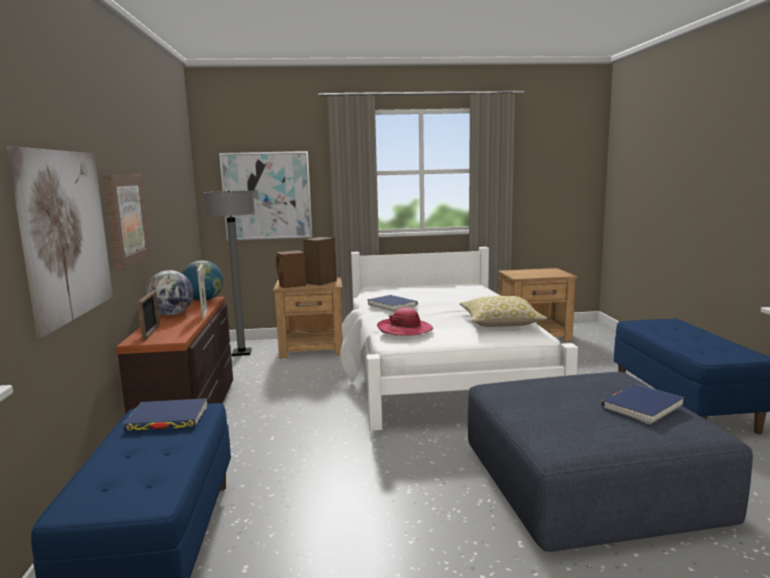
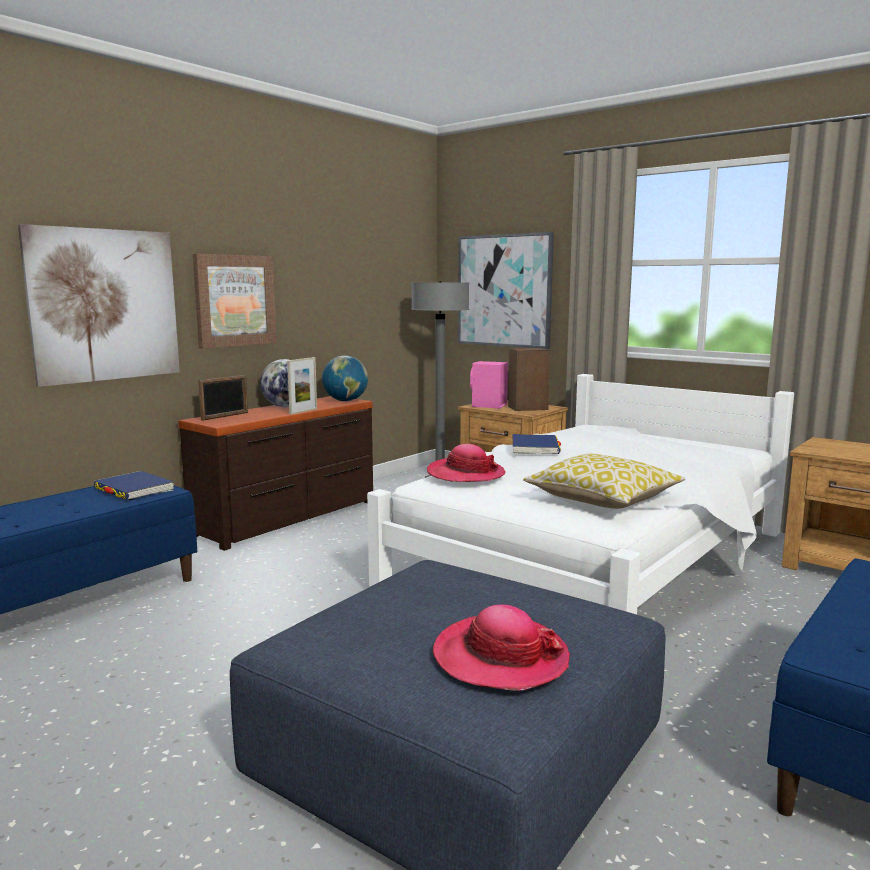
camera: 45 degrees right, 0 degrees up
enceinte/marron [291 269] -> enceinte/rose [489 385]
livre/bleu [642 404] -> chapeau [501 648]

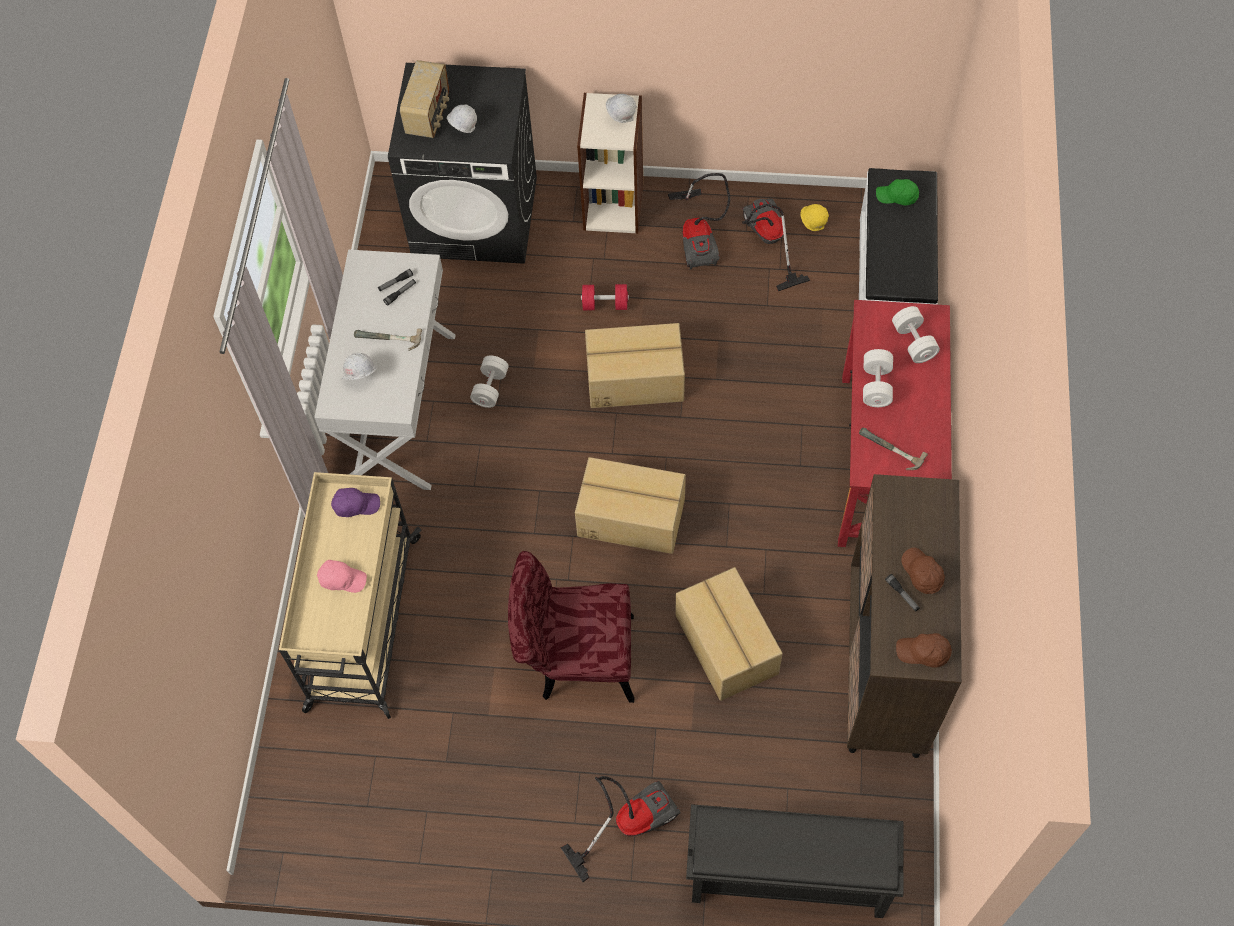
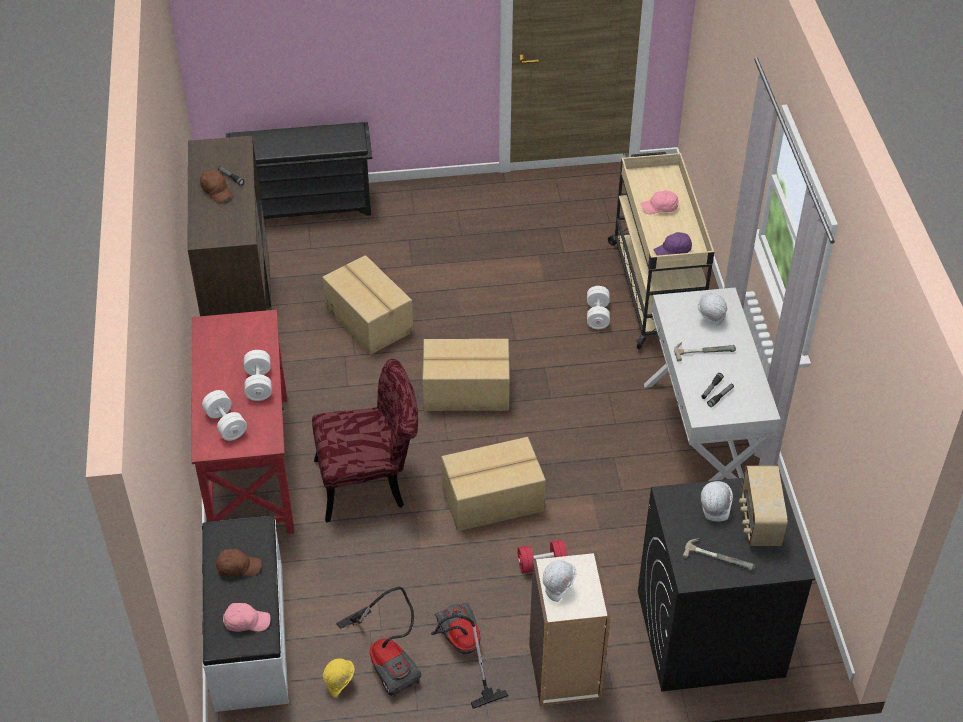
camera: 165 degrees right, 15 degrees down
haltère/blanc [489 381] -> haltère/blanc [598 307], moved
chaise/rouge [571 627] -> chaise/rouge [365 440], moved
aspirateur [621 829] -> none
marteau [893 449] -> marteau [718 554], moved
casquette/vert [897 192] -> casquette/rose [246 617]
casquette/marron [924 650] -> casquette/marron [238 563], moved

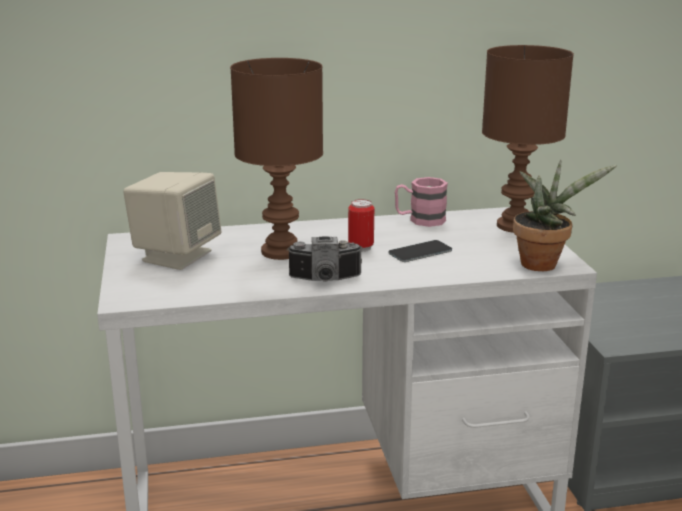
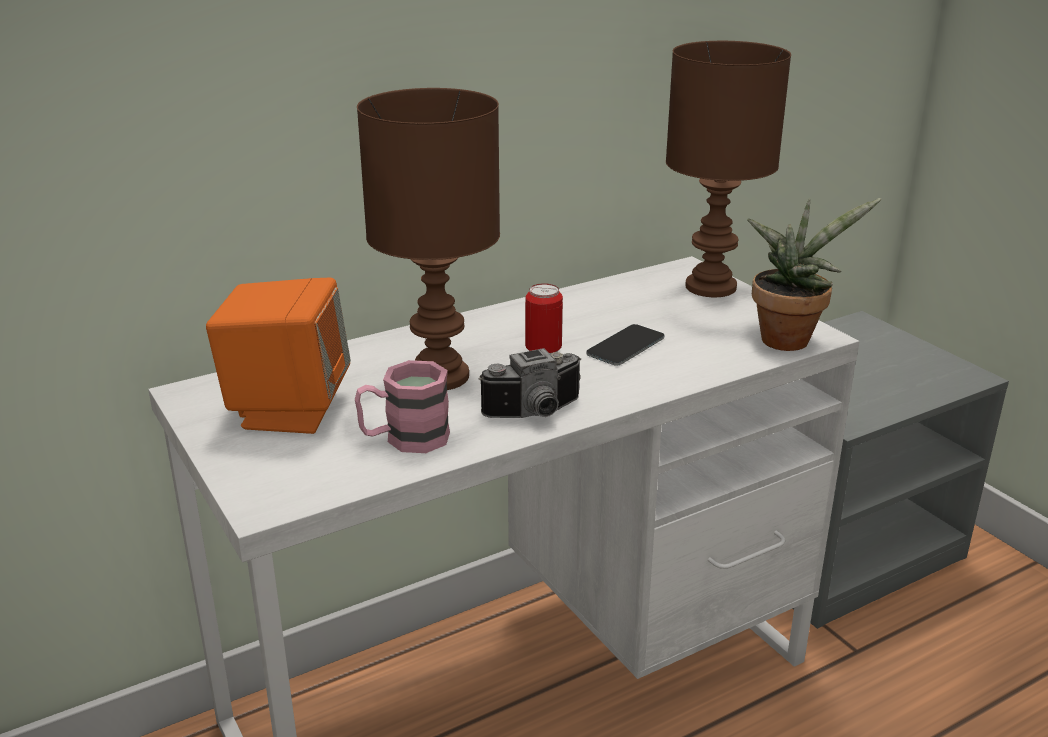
camera: 20 degrees left, 5 degrees up
enceinte/beige [172 221] -> enceinte/orange [278 356]
mug/rose [421 202] -> mug/rose [402 406], moved

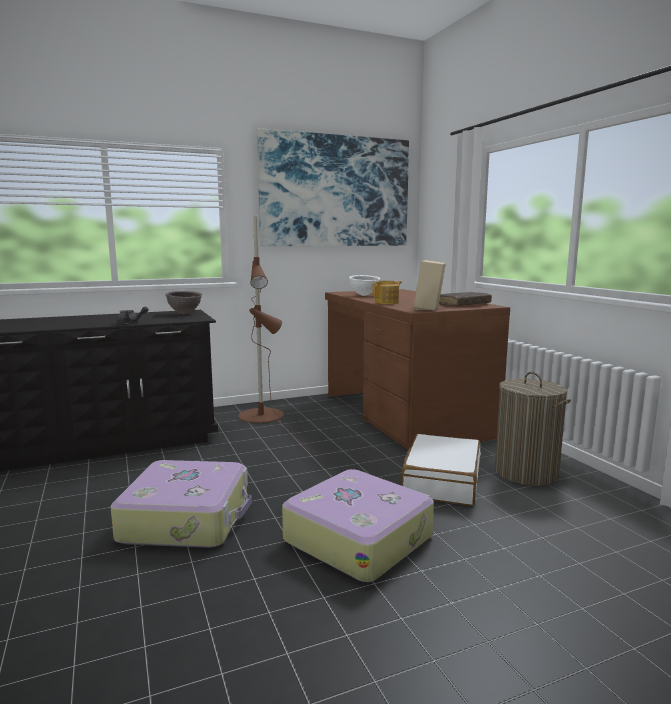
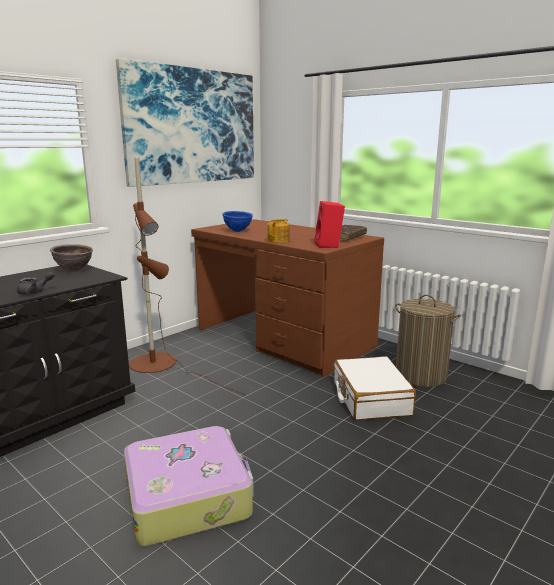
camera: 25 degrees left, 5 degrees up
valise [358 525] -> none
bol/blanc [364 285] -> bol/bleu [237 221]
enceinte/beige [430 285] -> enceinte/rouge [329 224]

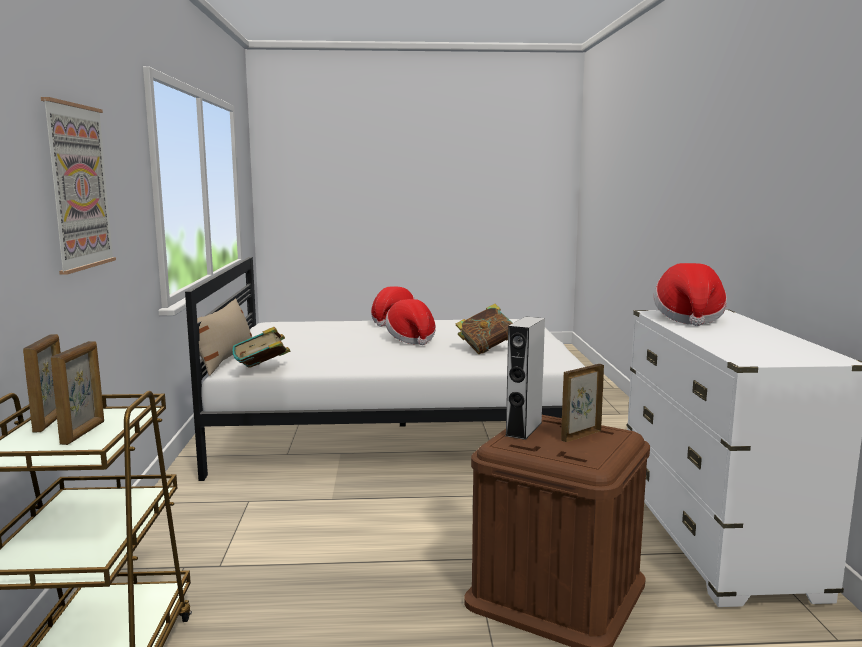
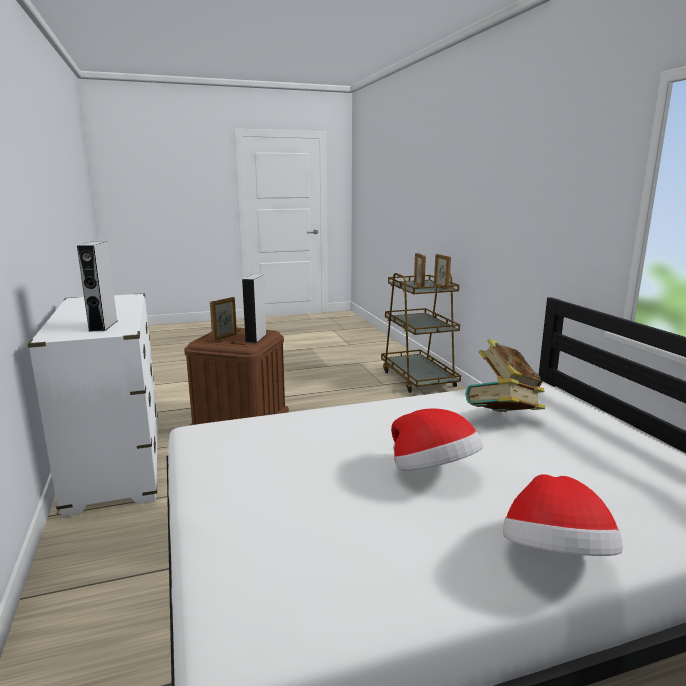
camera: 165 degrees right, 5 degrees up
tableau [78 186] -> none
coussin/beige [224 337] -> none
livre [484 329] -> livre [505 395], moved
chapeau [690 294] -> enceinte/gris [97 286]

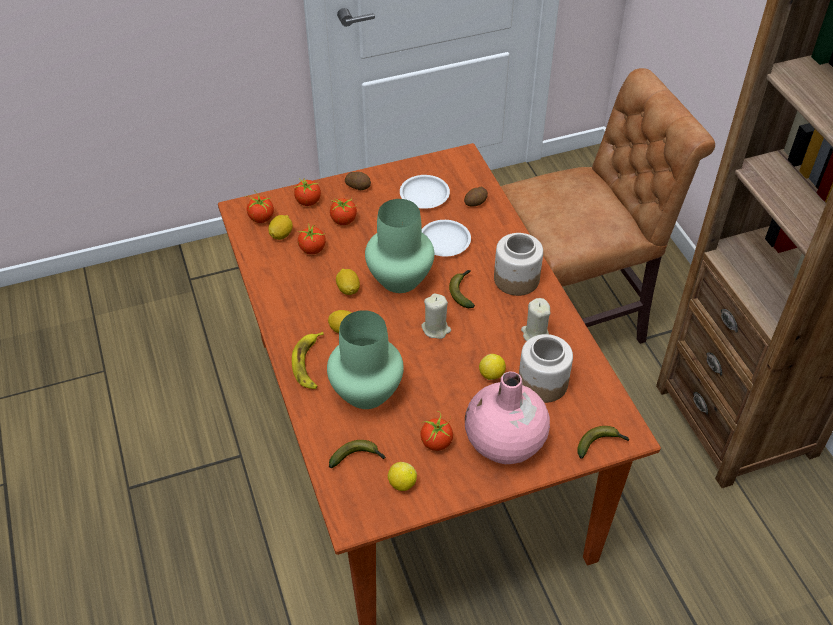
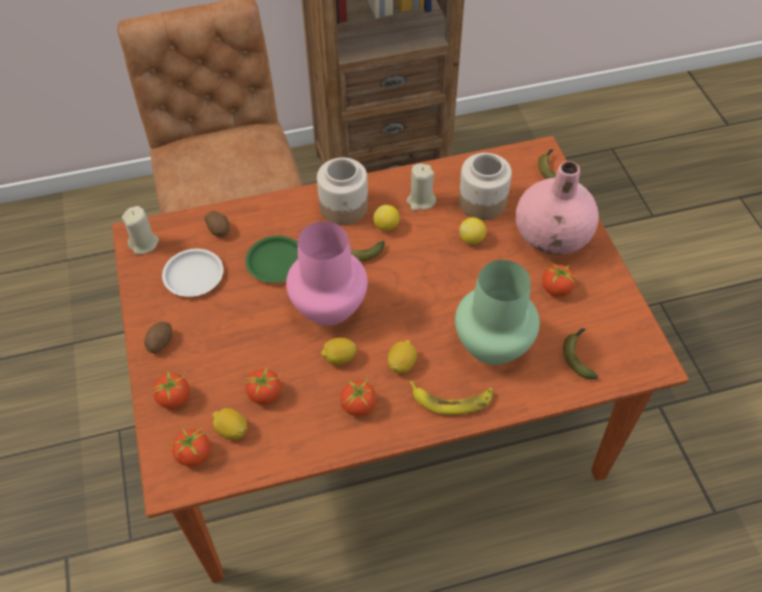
camera: 85 degrees left, 5 degrees up
tomate [343 211] -> tomate [358 395], moved
vase/vert [399 246] -> vase/rose [327 273]
citron [402 476] -> citron [386 218], moved
assiette/blanc [446 238] -> assiette/vert [275 259]
bougie/beige [436 316] -> bougie/beige [140 230], moved

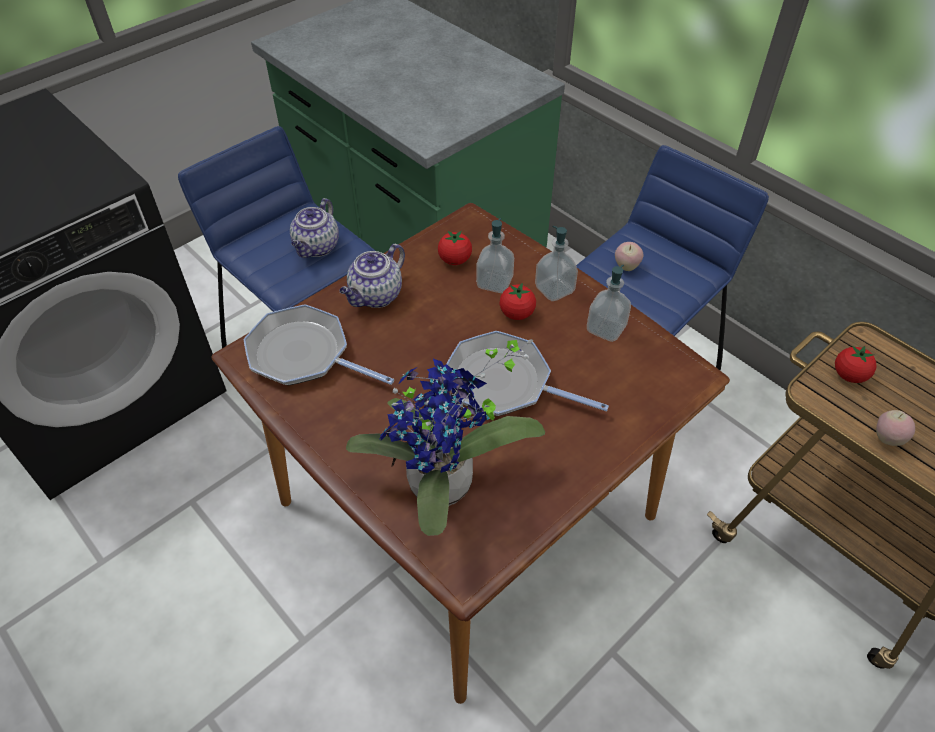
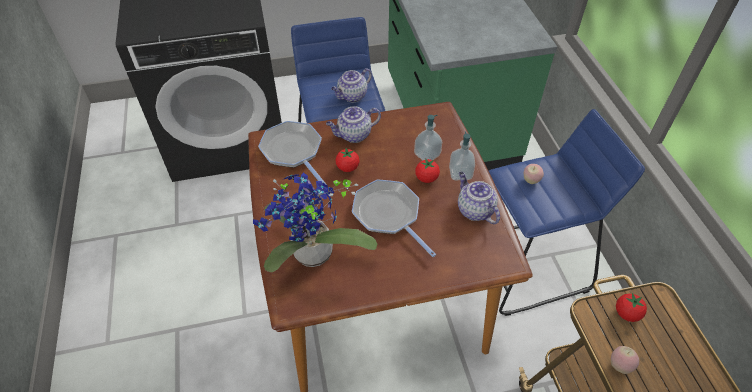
camera: 30 degrees right, 0 degrees up
tomate [455 248] -> tomate [347 160], moved
distributeur de savon [609 303] -> théière [479 198]

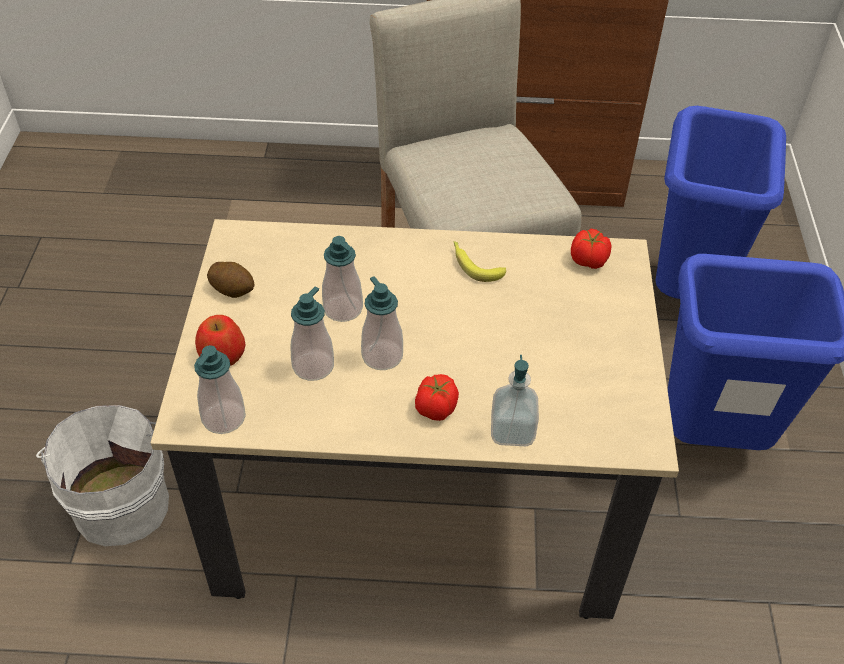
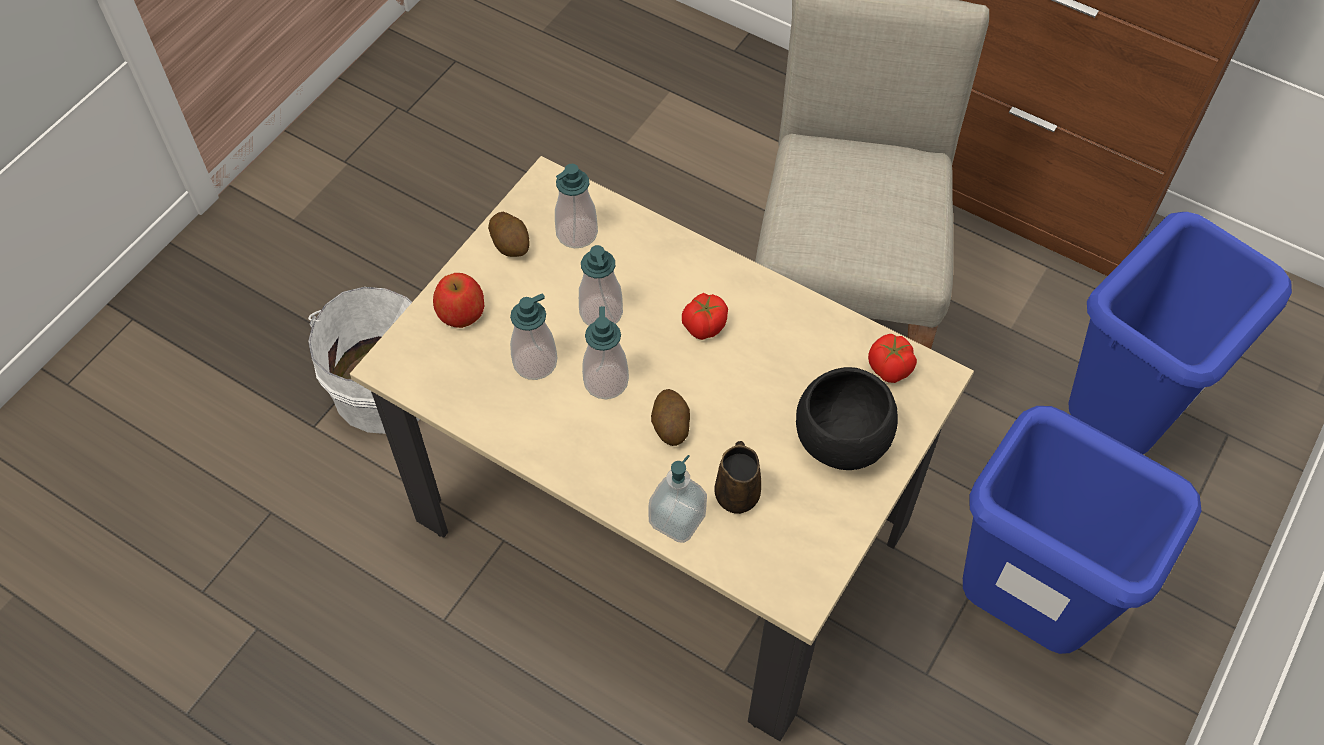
camera: 30 degrees right, 10 degrees up
distributeur de savon [220 389] -> distributeur de savon [576 206], moved
tomate [437 397] -> tomate [705 316], moved
banane [479 261] -> none
none -> pomme de terre [670 417]
none -> mug/marron [737 477]
none -> bol/noir [847 418]

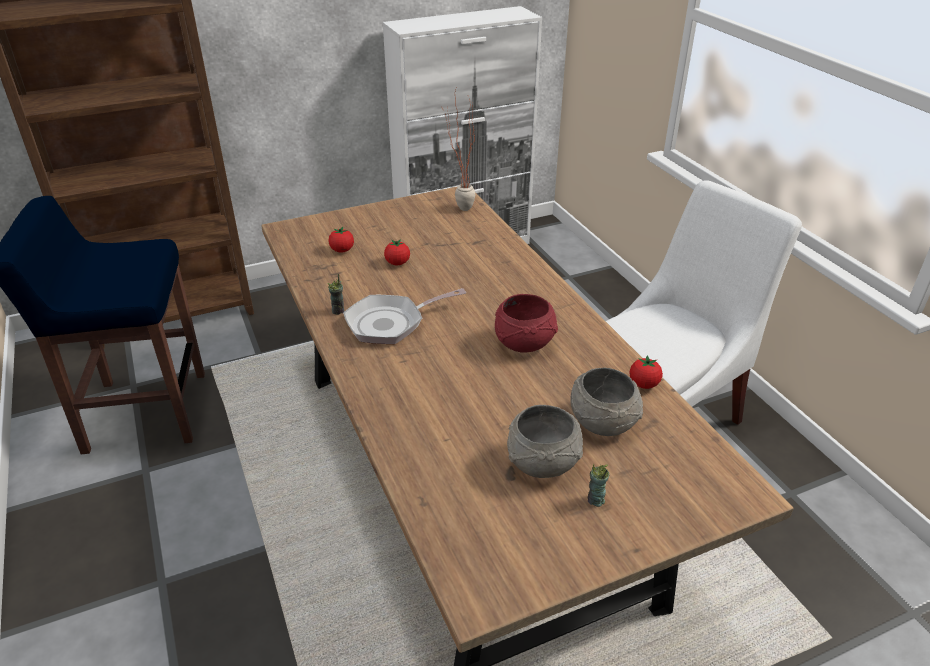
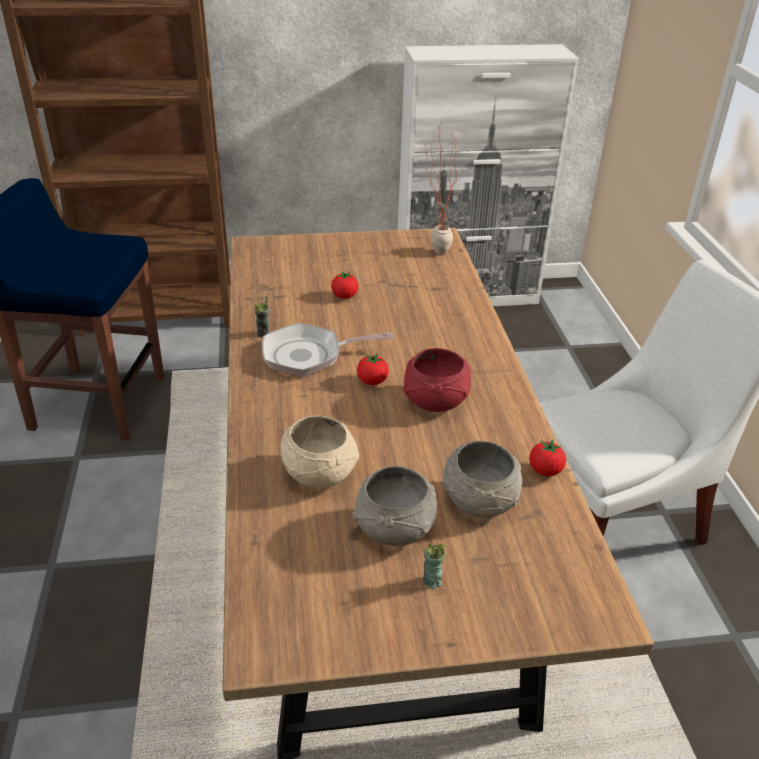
camera: 15 degrees right, 0 degrees up
tomate [341 240] -> tomate [373 369], moved
none -> bol/beige [320 452]

